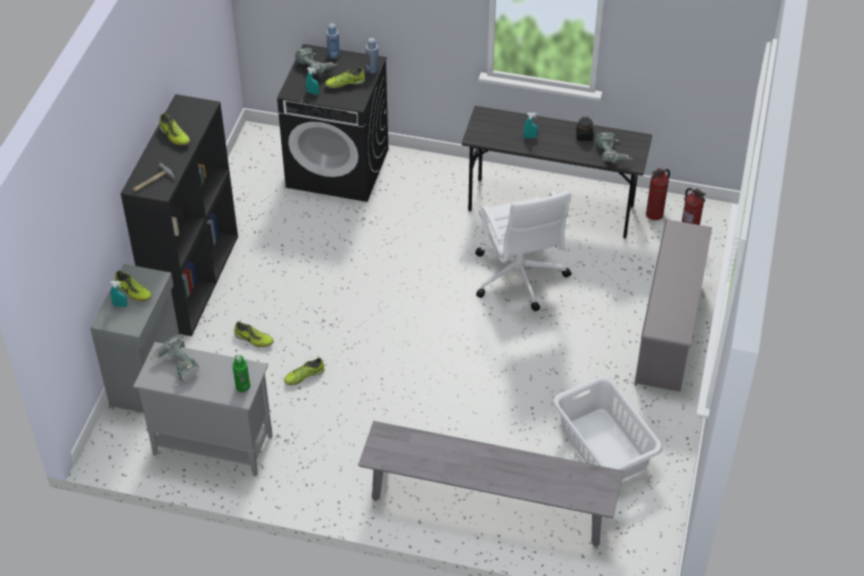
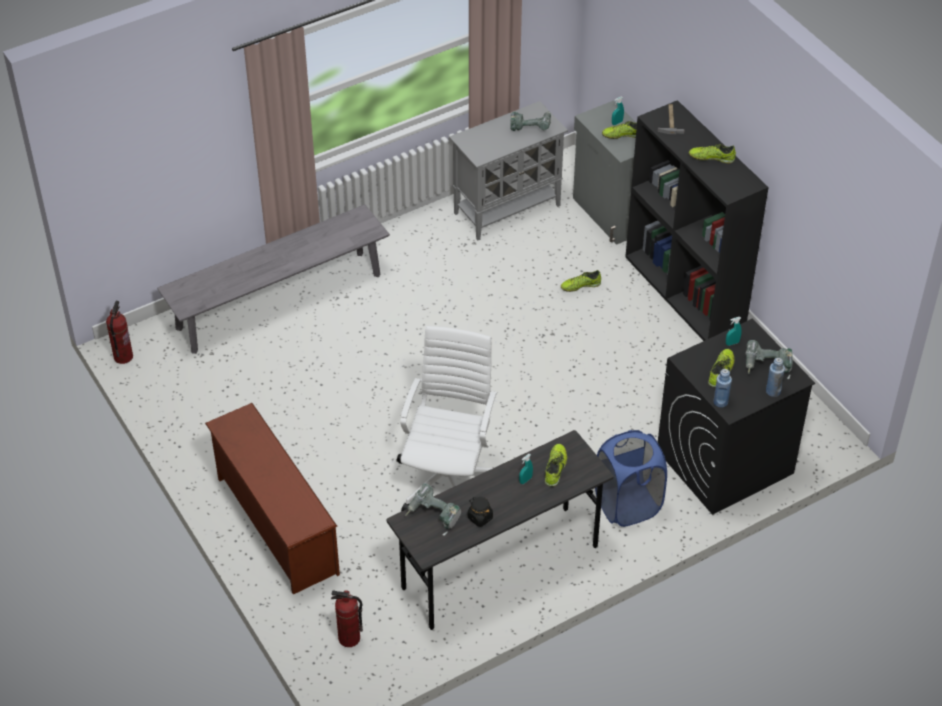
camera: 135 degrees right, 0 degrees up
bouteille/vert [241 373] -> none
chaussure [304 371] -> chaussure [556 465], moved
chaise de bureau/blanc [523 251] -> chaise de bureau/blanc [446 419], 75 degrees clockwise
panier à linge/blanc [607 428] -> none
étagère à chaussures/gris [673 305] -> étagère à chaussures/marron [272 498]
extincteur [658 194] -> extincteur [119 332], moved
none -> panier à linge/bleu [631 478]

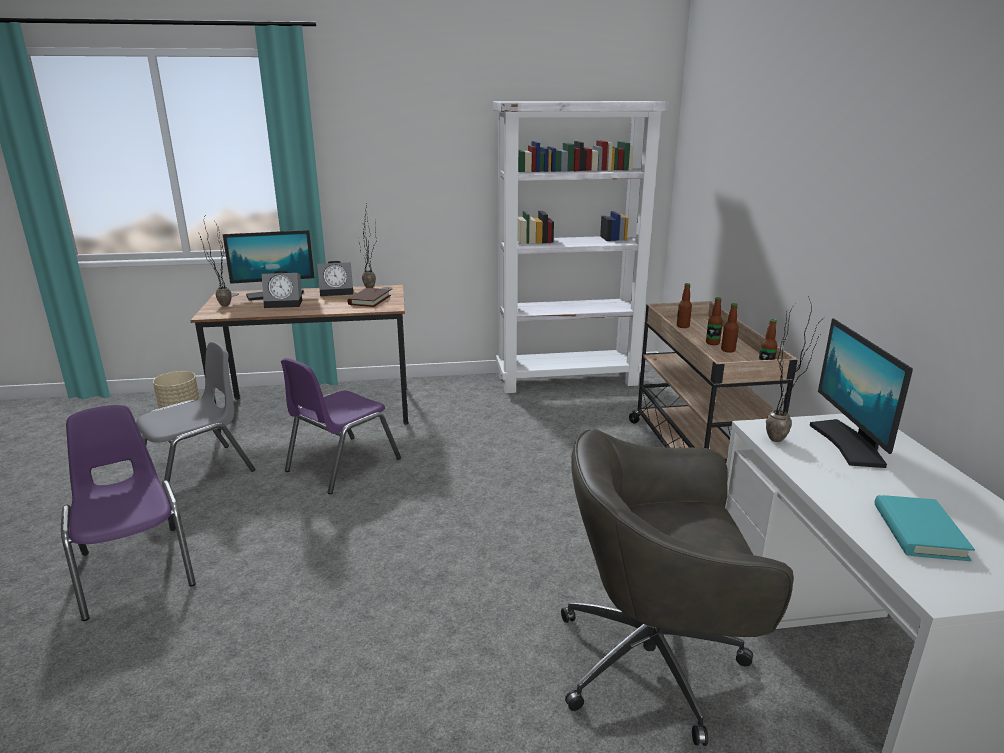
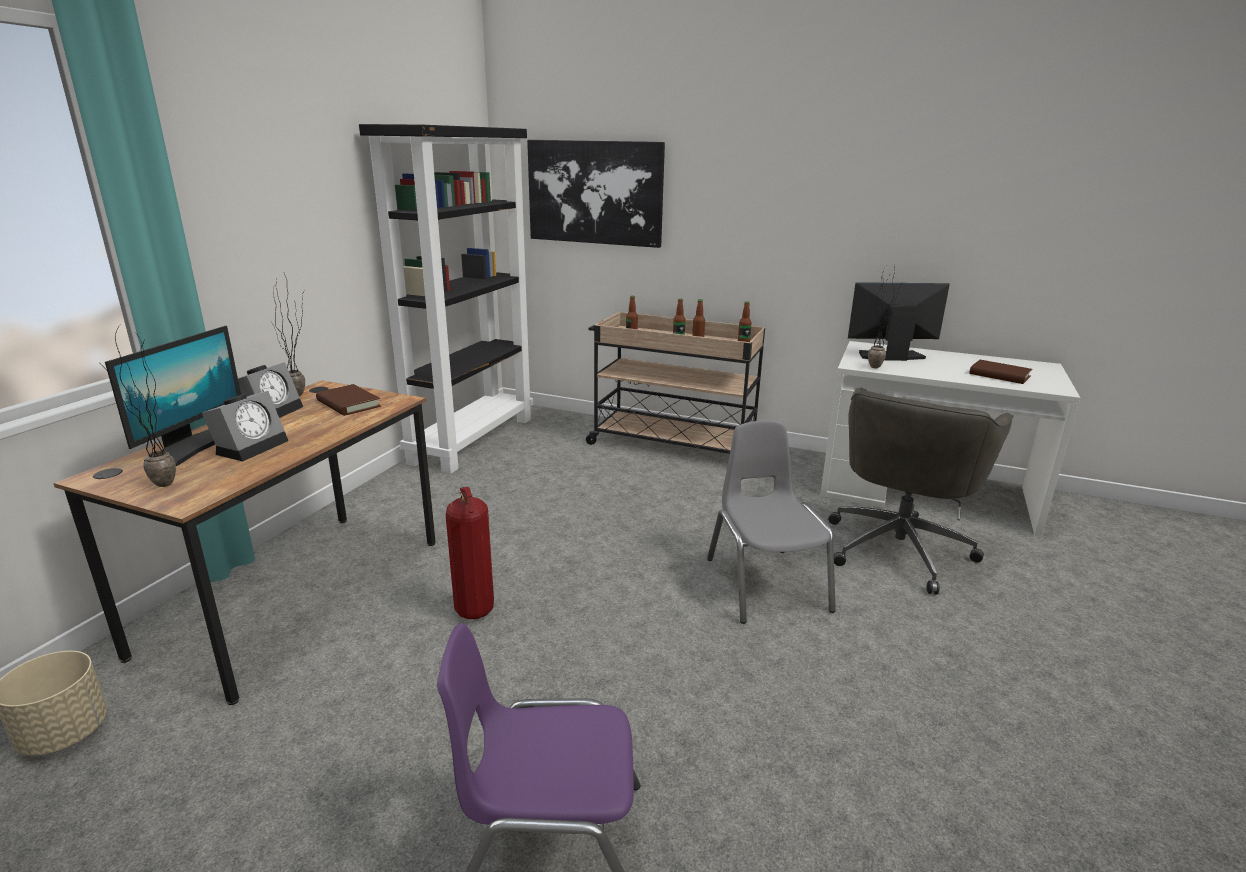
camera: 60 degrees left, 0 degrees up
chaise/gris [195 412] -> chaise/gris [771 522], moved
chaise/violet [341 426] -> extincteur [470 553]
bibliothèque/blanc [581 247] -> bibliothèque/noir [446 299]
écran d'ordinateur [861 393] -> écran d'ordinateur [899 321], 150 degrees clockwise
livre/turquoise [925 528] -> livre/marron [1000 372]
none -> tableau [596 194]

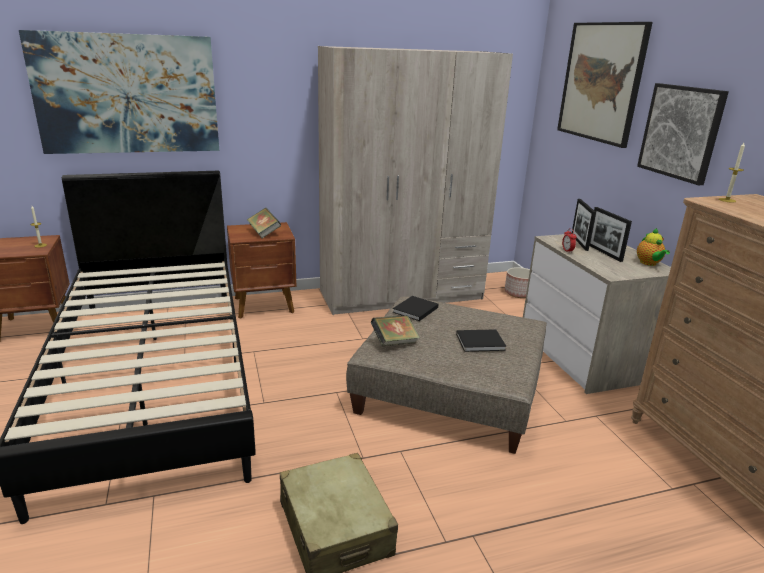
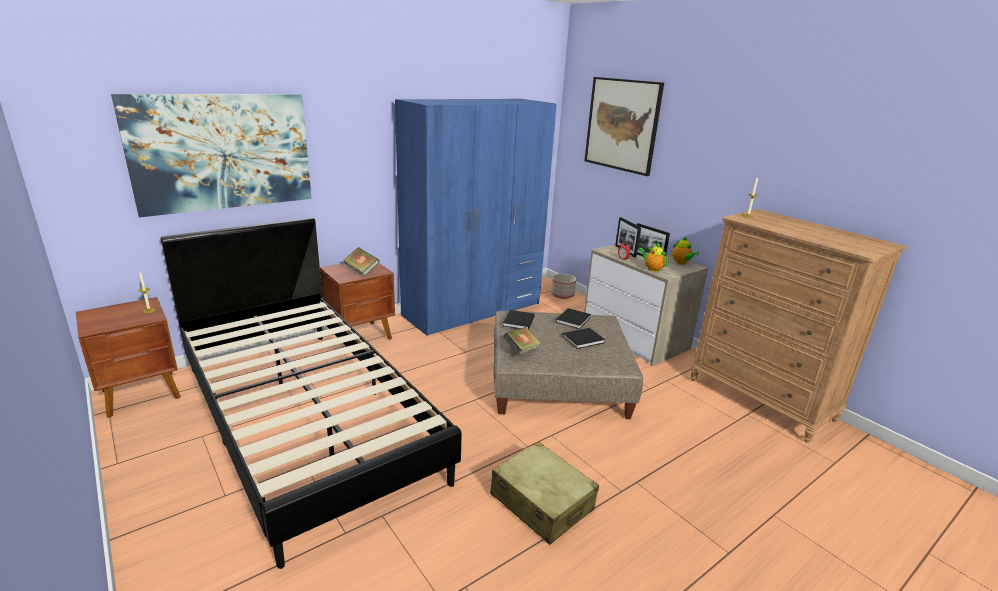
camera: 20 degrees left, 0 degrees up
armoire/beige [415 180] -> armoire/bleu [476 217]
tableau [683 134] -> none
none -> livre/noir [573 318]
none -> théière [653 257]

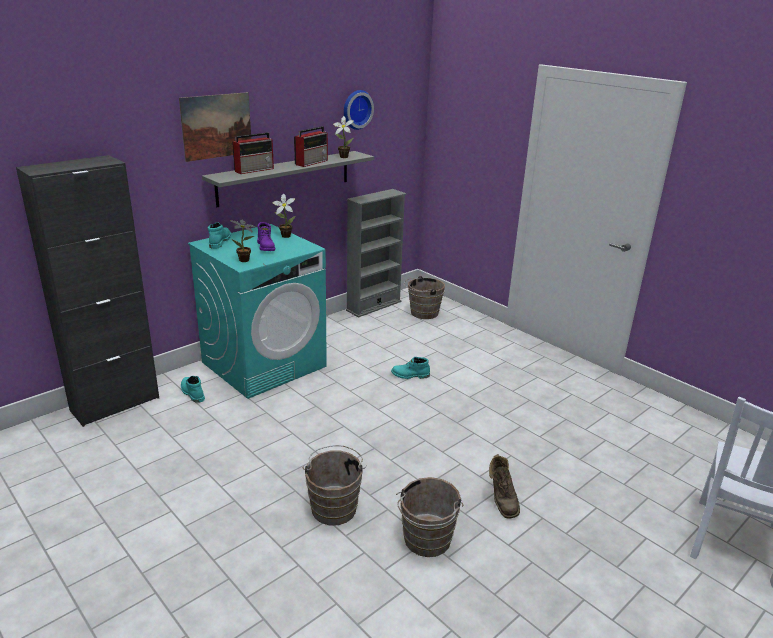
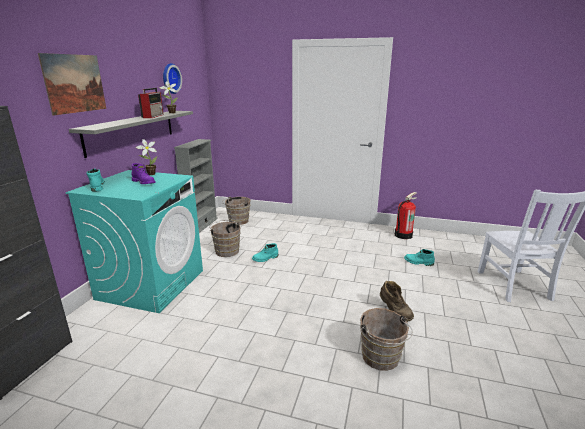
camera: 30 degrees left, 5 degrees down
botte/turquoise [193 389] -> botte/turquoise [419 257], moved
plante en pot [243 241] -> none
radio [253 153] -> none
seau/marron [335 485] -> seau/marron [224 238], moved
none -> extincteur [405 215]

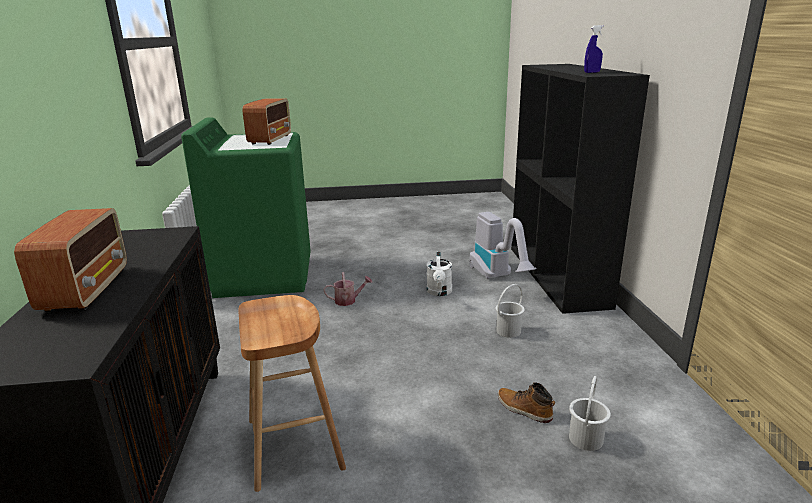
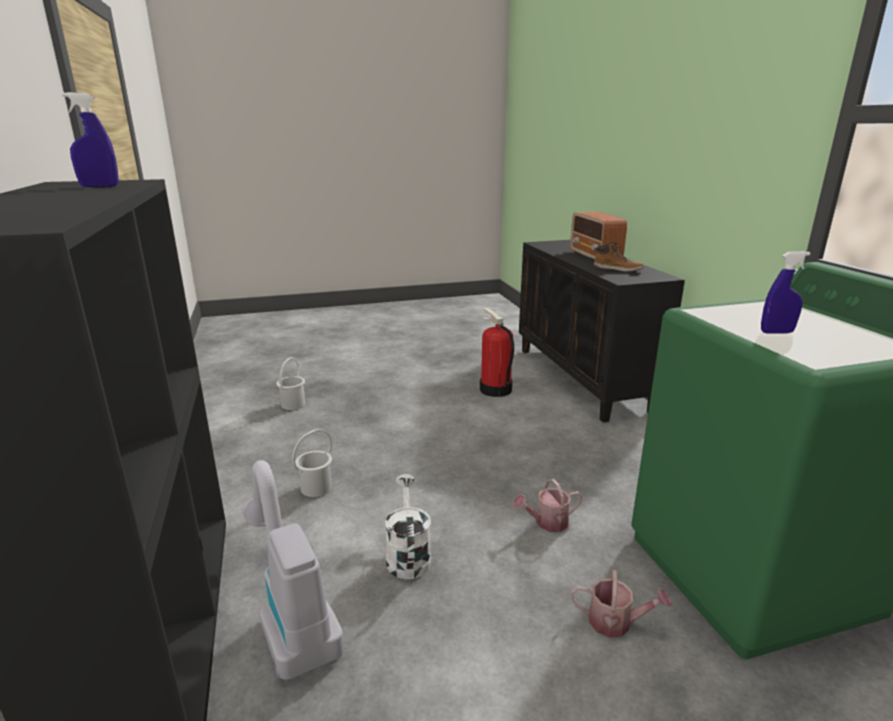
camera: 170 degrees right, 0 degrees up
tabouret/marron [292 393] -> extincteur [497 352]
radio [266 122] -> vaporisateur/bleu [785 292]
botte [526 402] -> botte [618 257], moved
none -> arrosoir [621 603]

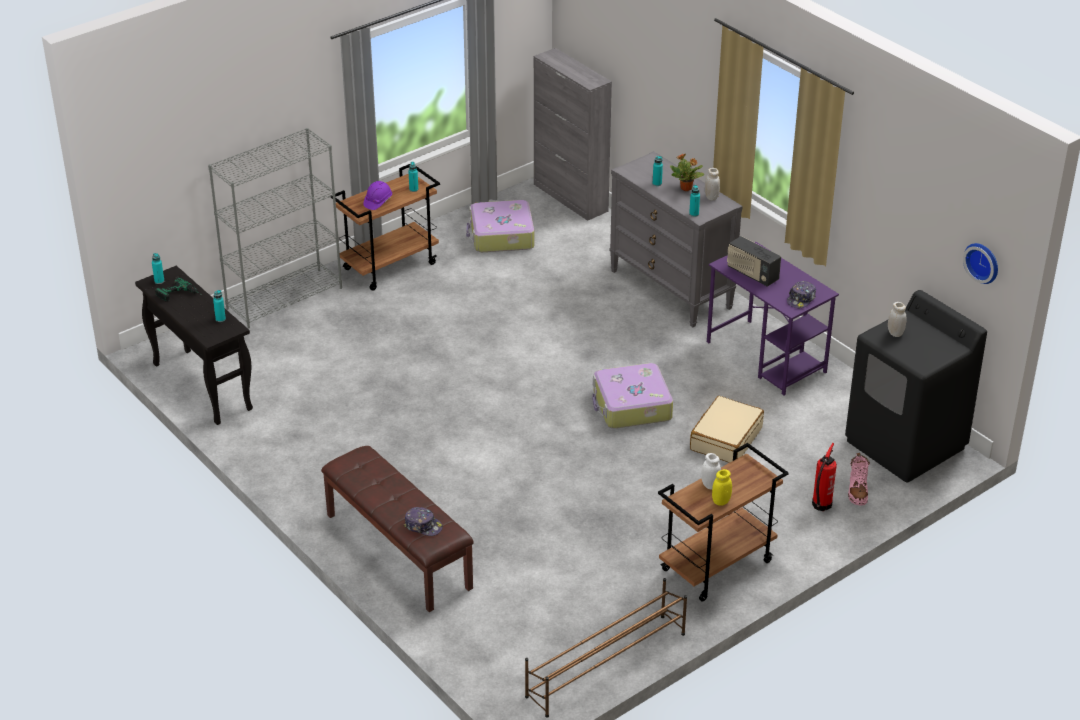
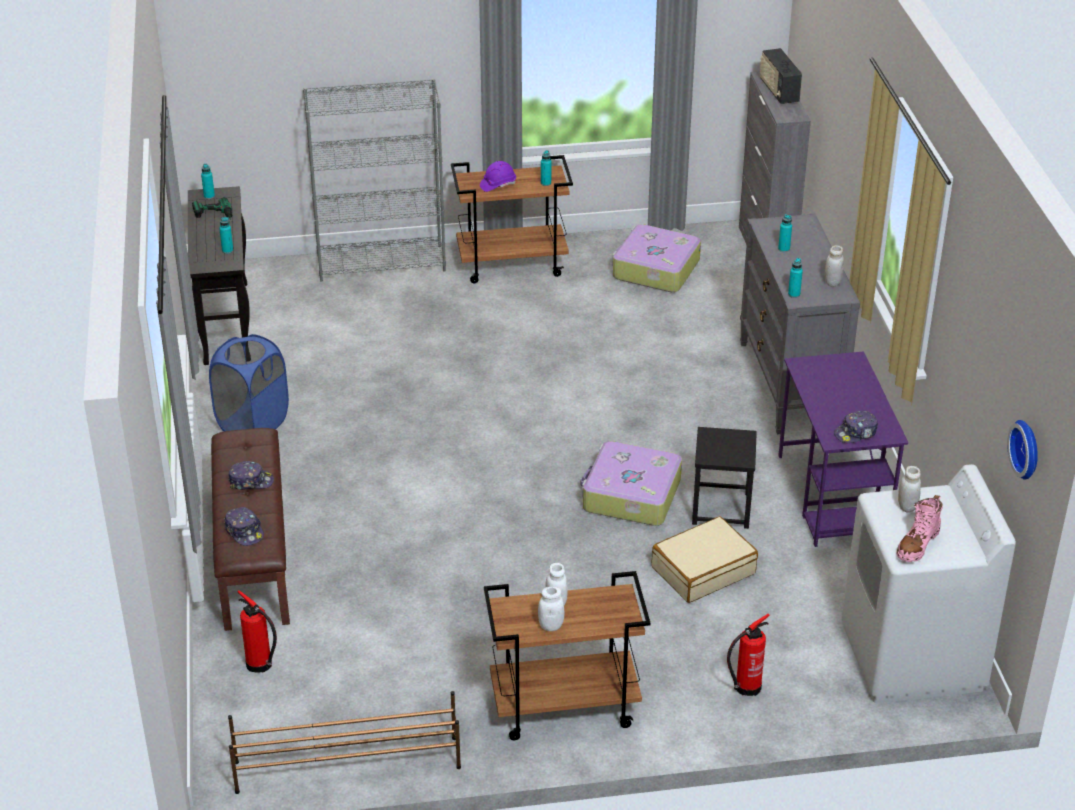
camera: 30 degrees right, 0 degrees up
plante en pot [687 172] -> none
bocal/jaune [722 487] -> bocal/blanc [551 609]
radio [754 261] -> radio [781 76], moved
lave-linge/noir [916 386] -> lave-linge/blanc [929 583]
botte/rose [859 479] -> botte/rose [919 528], moved
none -> panier à linge/bleu [249 382]
none -> casquette [251 475]
none -> extincteur [257 631]
none -> tabouret/noir [724 478]

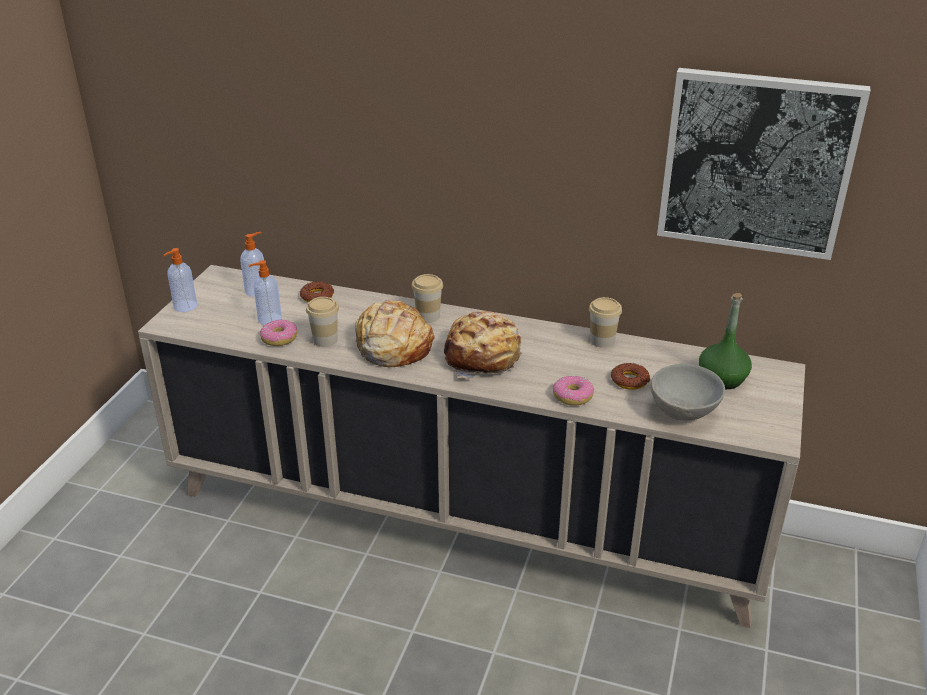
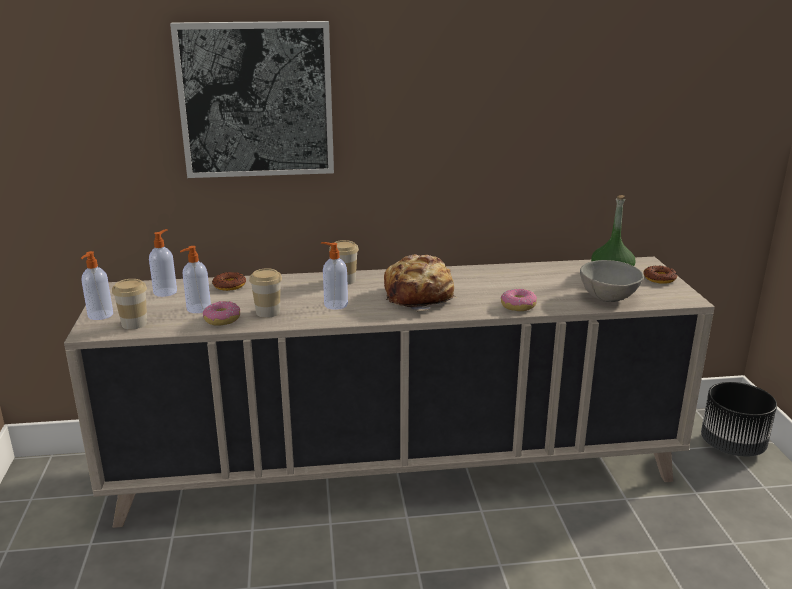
camera: 25 degrees left, 10 degrees down
pain [394 333] -> distributeur de savon [334 276]
tasse [605 322] -> tasse [129 304], moved
beignet [630 376] -> beignet [660 274], moved
tableau [763 164] -> tableau [252 99], moved
none -> cache-pot/noir [739 419]

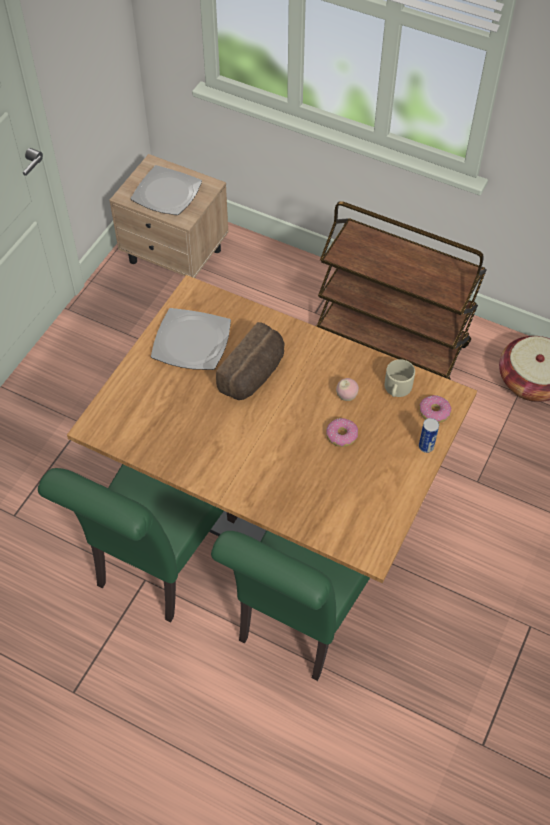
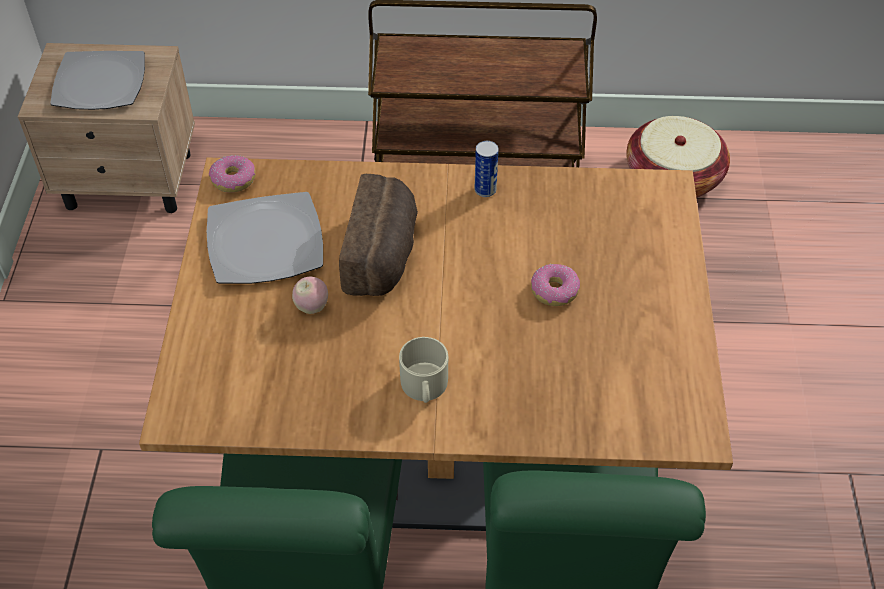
camera: 25 degrees left, 5 degrees down
pomme [347 389] -> pomme [310 295], moved
mug/beige [400 378] -> mug/beige [423 370], moved
beignet [435 409] -> beignet [232 173], moved
boîte métallique [429 435] -> boîte métallique [486 169], moved

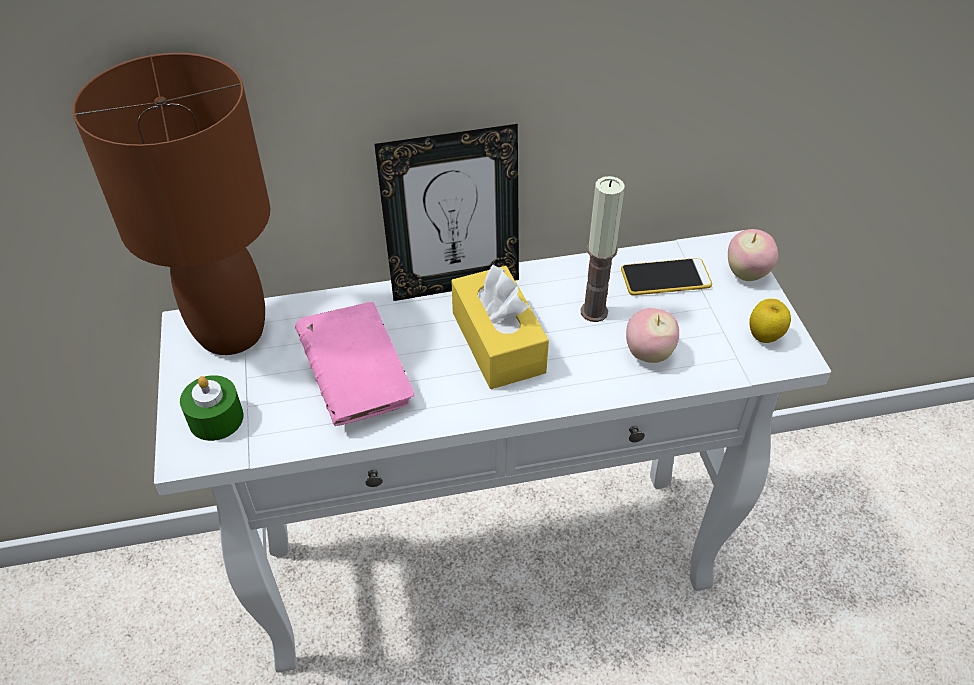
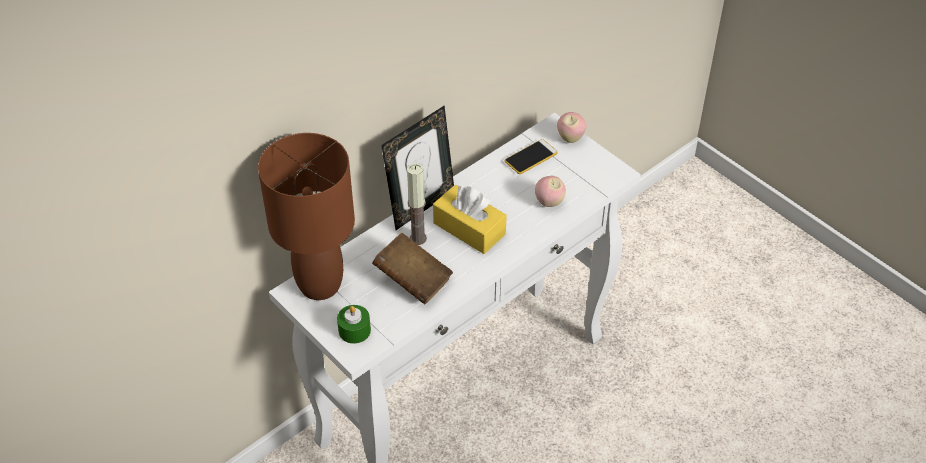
camera: 30 degrees left, 0 degrees up
livre/rose [354 364] -> livre/marron [412 268]
bougie [603 249] -> bougie [417 204], moved
pomme [770 321] -> none

